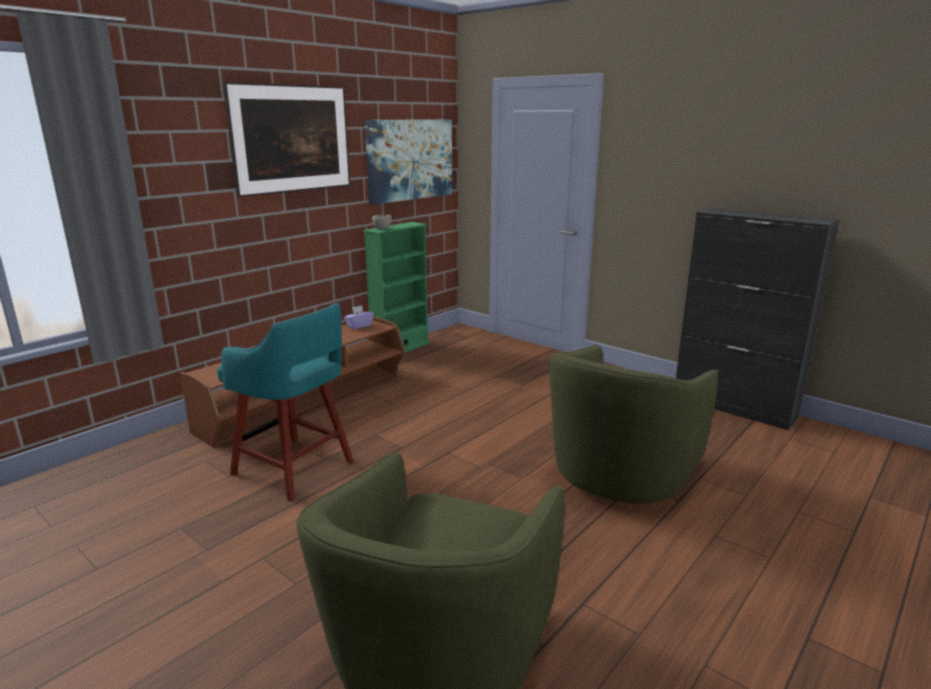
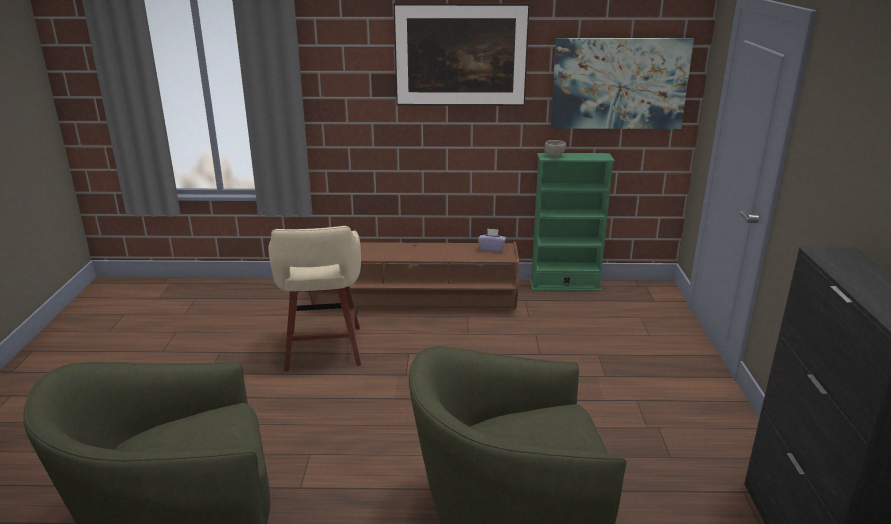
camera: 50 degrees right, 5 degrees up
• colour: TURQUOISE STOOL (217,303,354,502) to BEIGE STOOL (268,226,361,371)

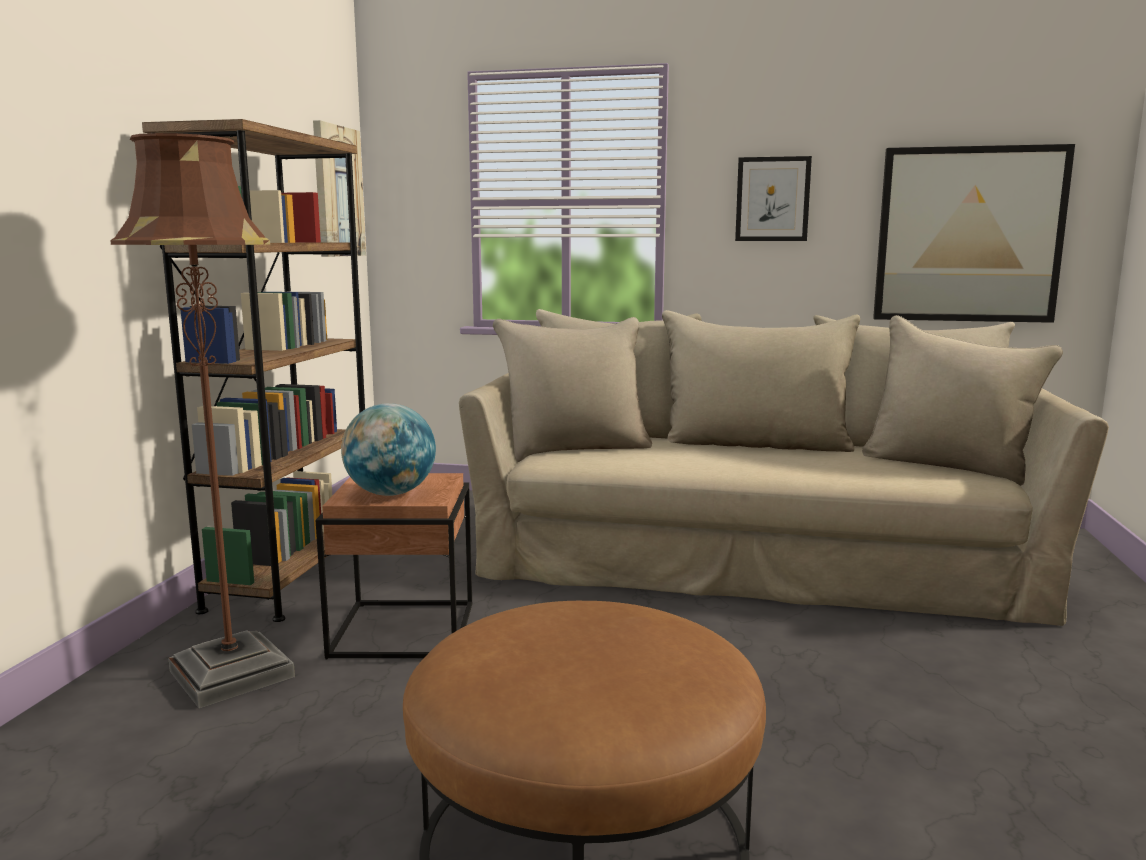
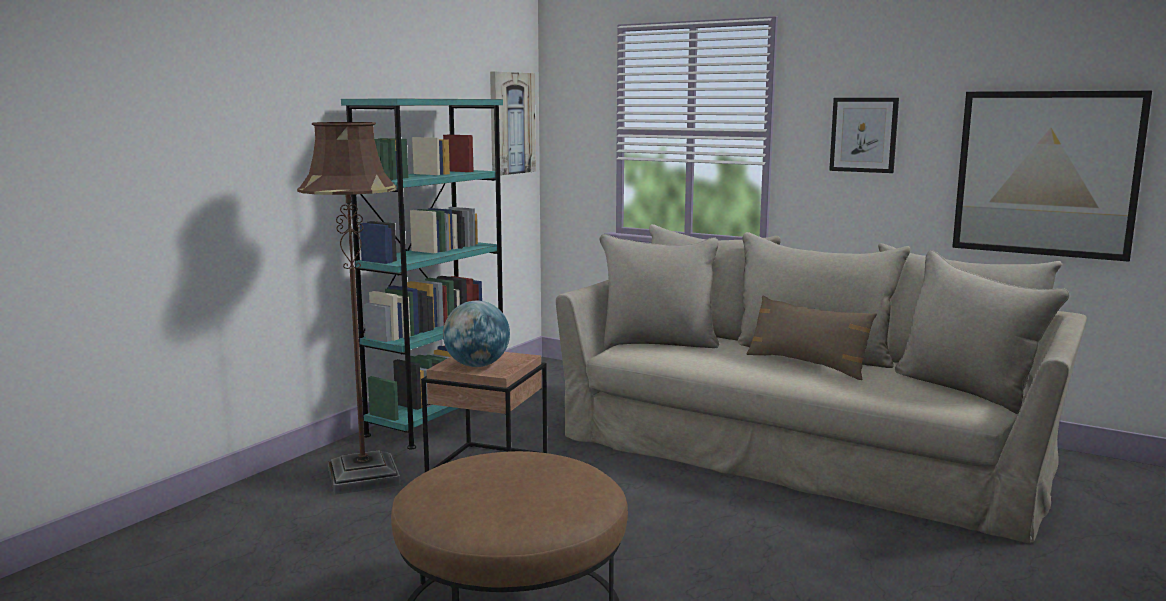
camera: 20 degrees right, 0 degrees up
• appeared: BROWN PILLOW (747,296,877,380)
• colour: BROWN BOOKCASE (142,119,365,622) to TURQUOISE BOOKCASE (341,99,503,449)

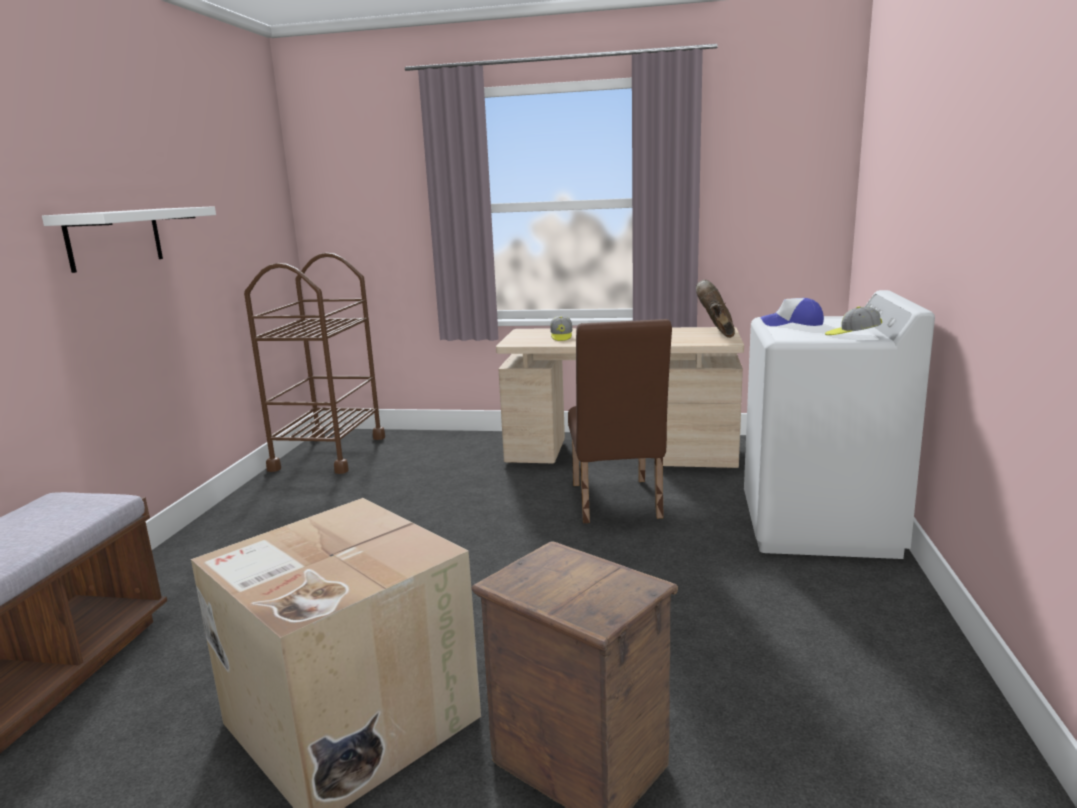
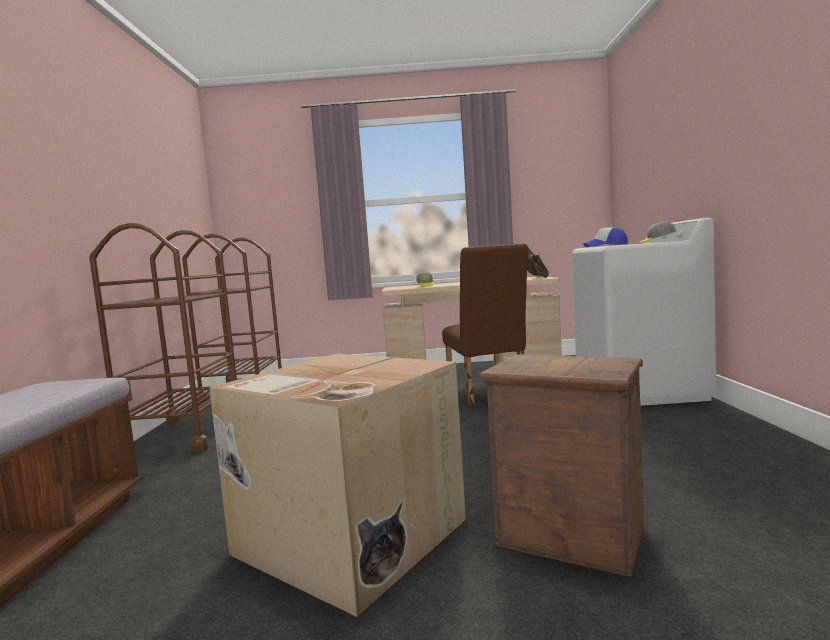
camera: 10 degrees left, 10 degrees down
• missing: WHITE SHELF (42,206,216,273)
• appeared: BROWN CART (89,223,237,452)

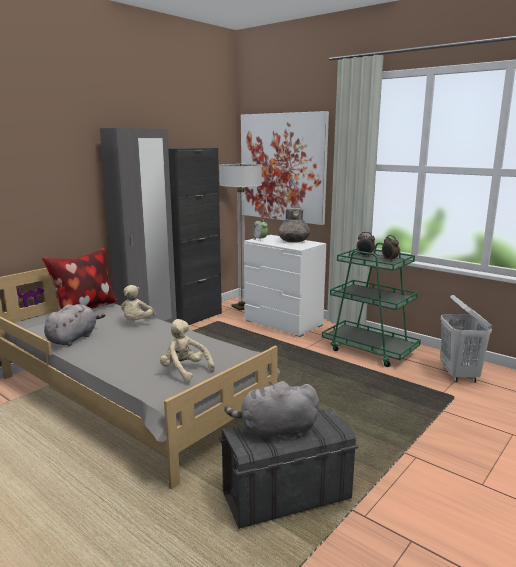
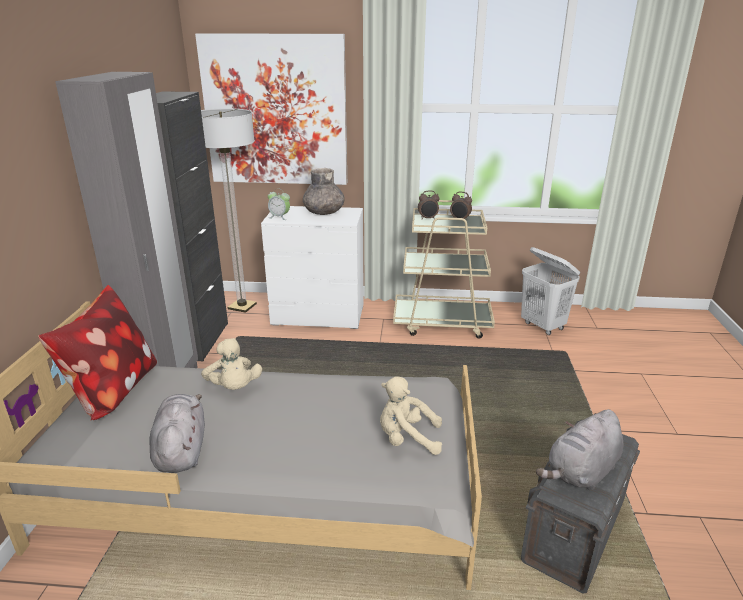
camera: 35 degrees left, 10 degrees up
• colour: GREEN CART (322,243,421,367) to BEIGE CART (393,200,495,339)

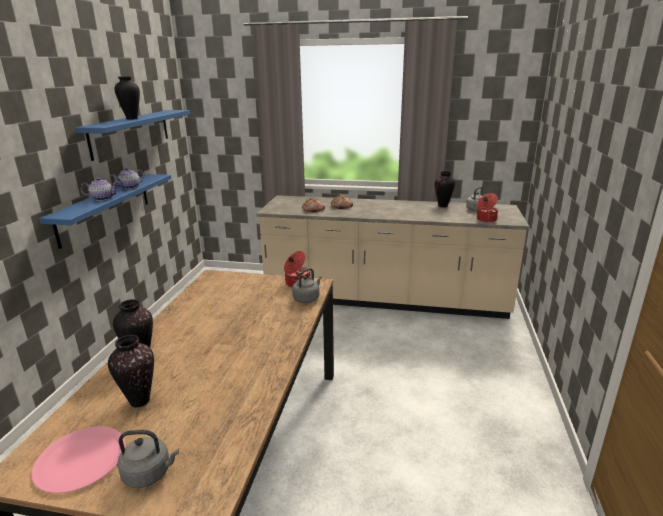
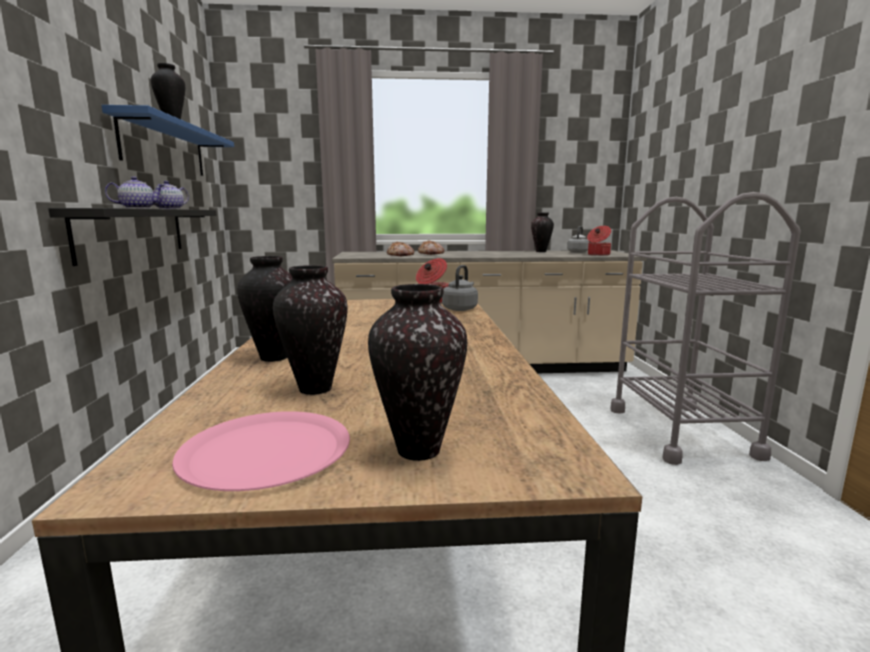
camera: 15 degrees left, 10 degrees down
• appeared: GREY CART (611,192,801,465)
• exchanged: GREY KETTLE (117,430,179,488) to VASE (368,284,467,461)
• colour: BLUE SHELF (39,174,172,249) to BLACK SHELF (48,208,217,266)

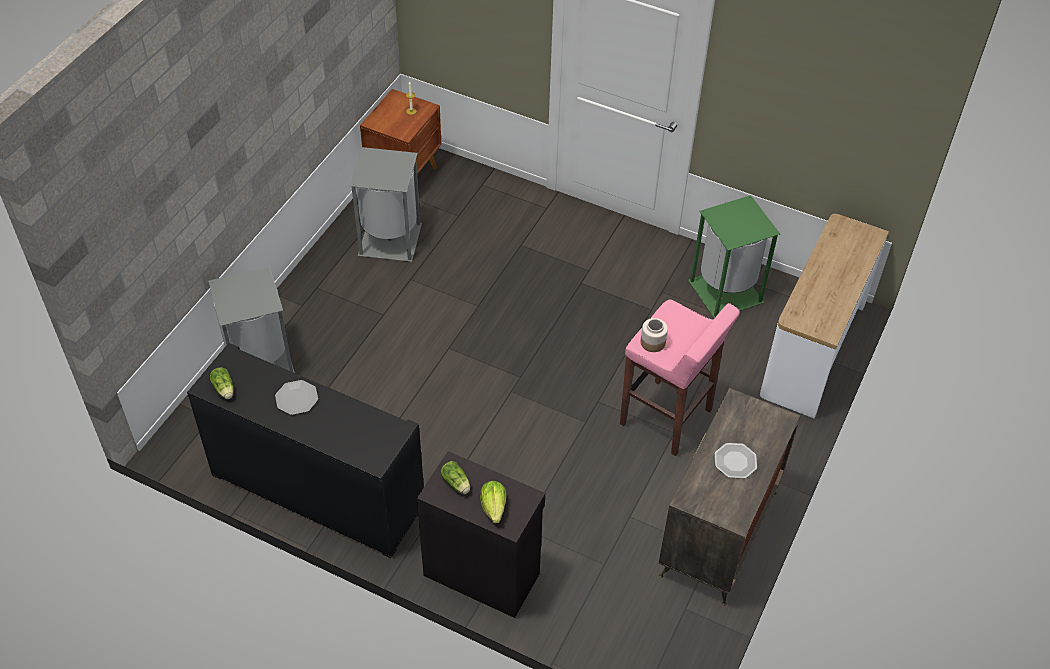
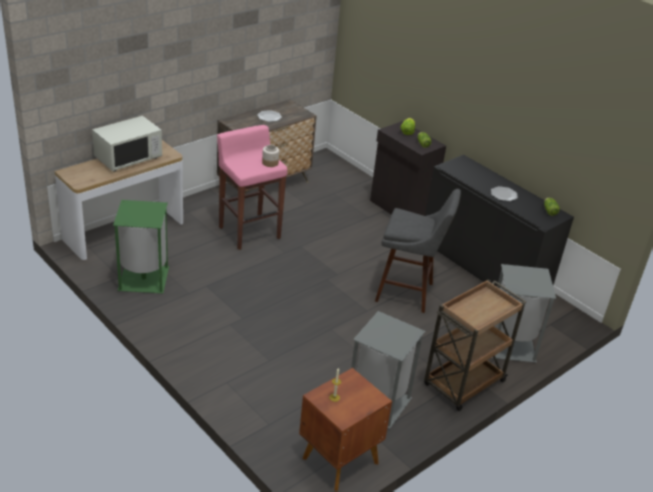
camera: 160 degrees left, 15 degrees down
• appeared: WHITE MICROWAVE (92,116,162,171)
• appeared: GREY STOOL (375,189,461,313)
• appeared: BROWN CART (424,279,526,411)

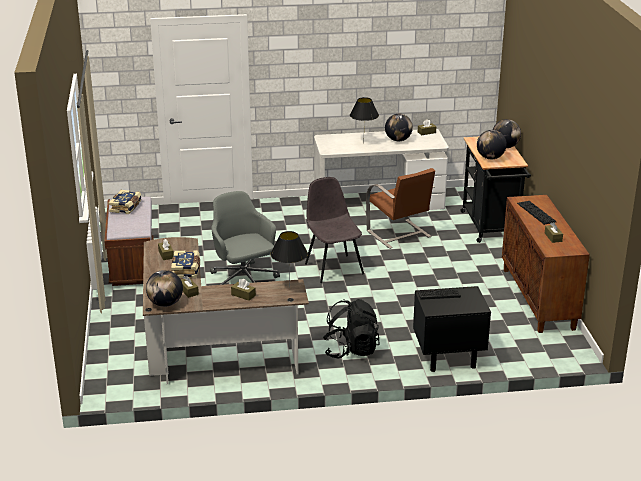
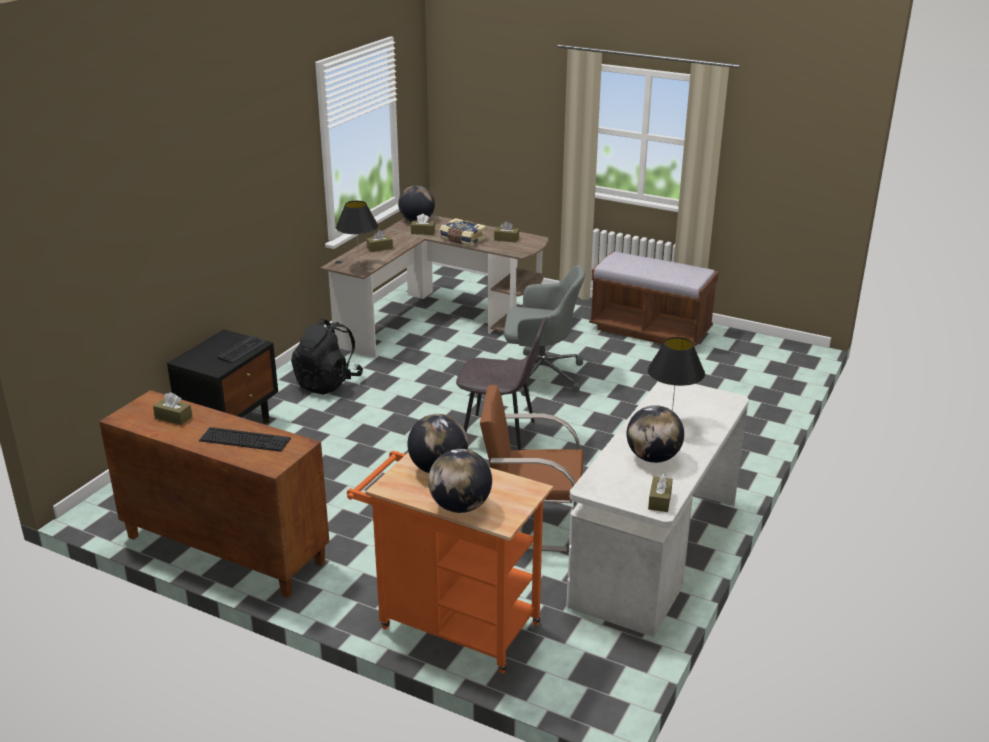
camera: 125 degrees right, 0 degrees up
• missing: BOOK (109,190,141,214)
• colour: BLACK CART (460,137,531,243) to ORANGE CART (347,451,553,674)

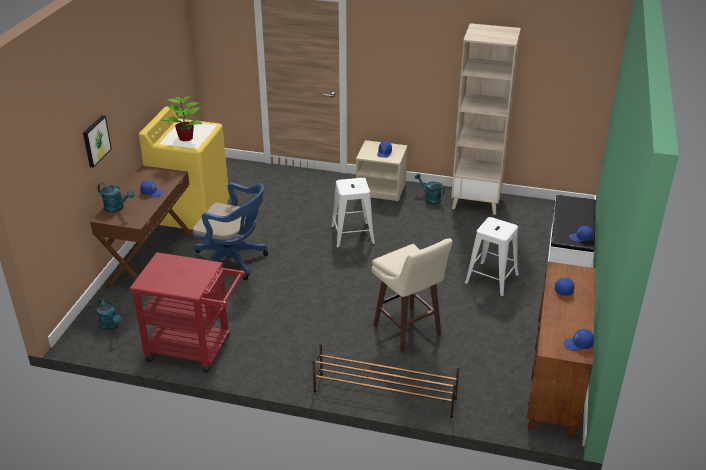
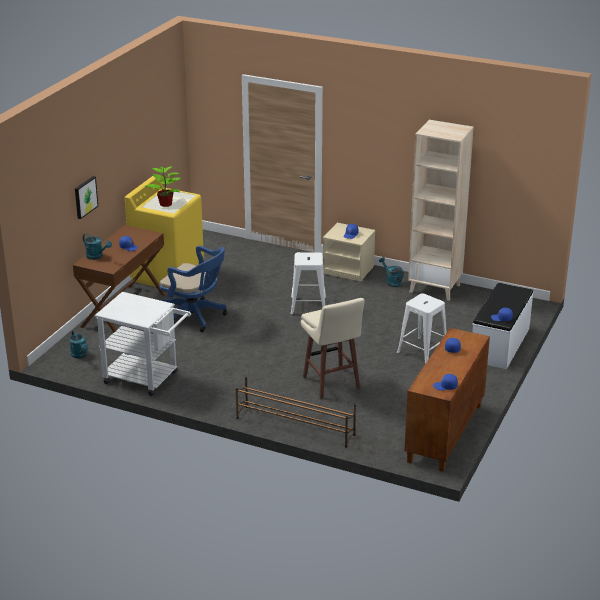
camera: 10 degrees right, 5 degrees down
• colour: RED CART (129,252,245,373) to WHITE CART (95,292,191,396)

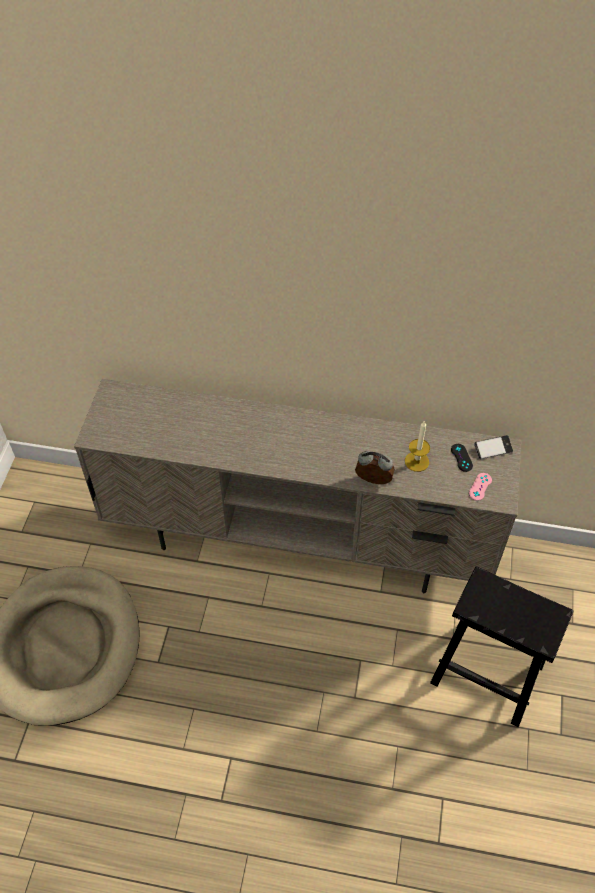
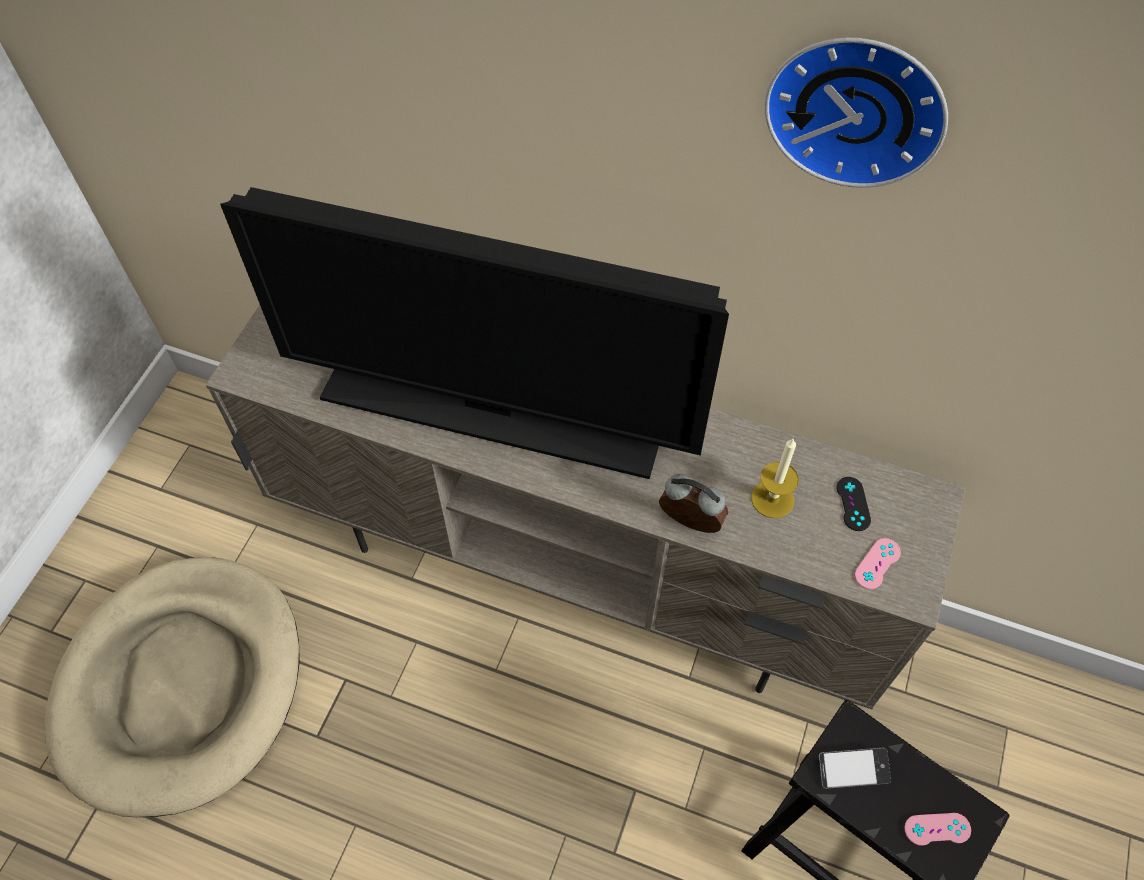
camera: 10 degrees right, 5 degrees up
• appeared: TELEVISION (220,187,729,479)
• appeared: WALL CLOCK (765,38,948,188)
• appeared: PINK GAME CONTROLLER (904,813,971,846)
• relocated: PHONE (474,435,513,459) to (819,748,891,789)

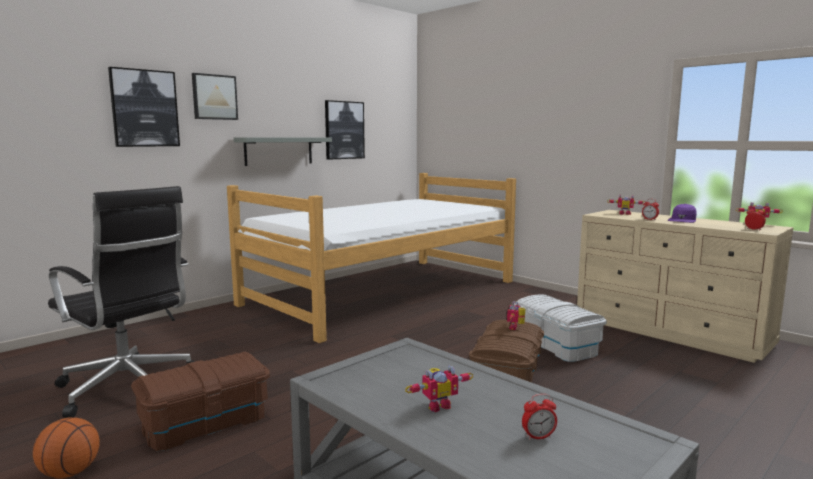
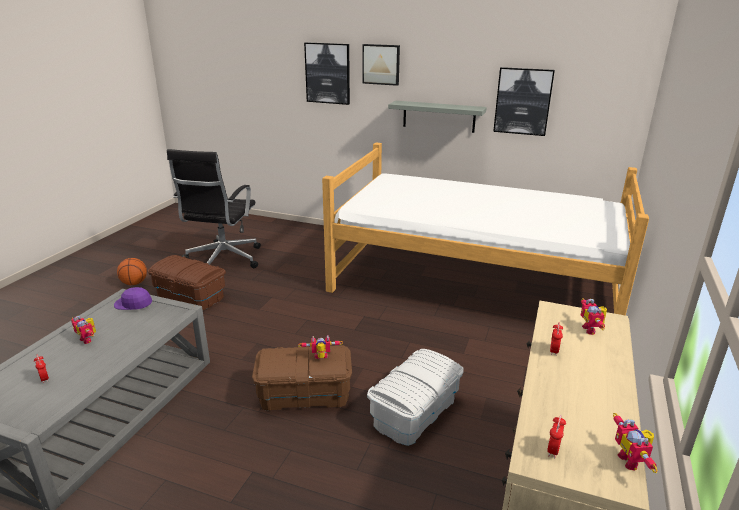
camera: 65 degrees right, 15 degrees up
• relocated: PURPLE CAP (668,203,697,223) to (114,287,152,310)

